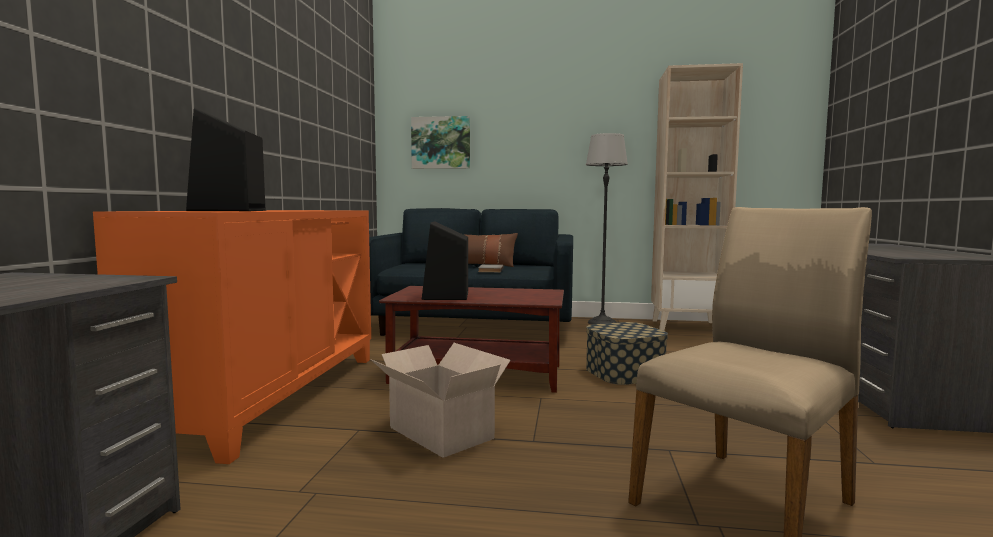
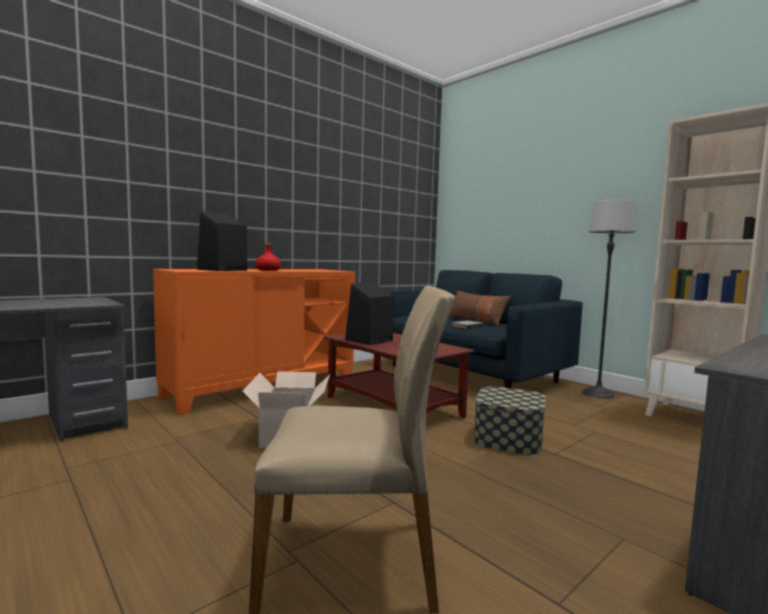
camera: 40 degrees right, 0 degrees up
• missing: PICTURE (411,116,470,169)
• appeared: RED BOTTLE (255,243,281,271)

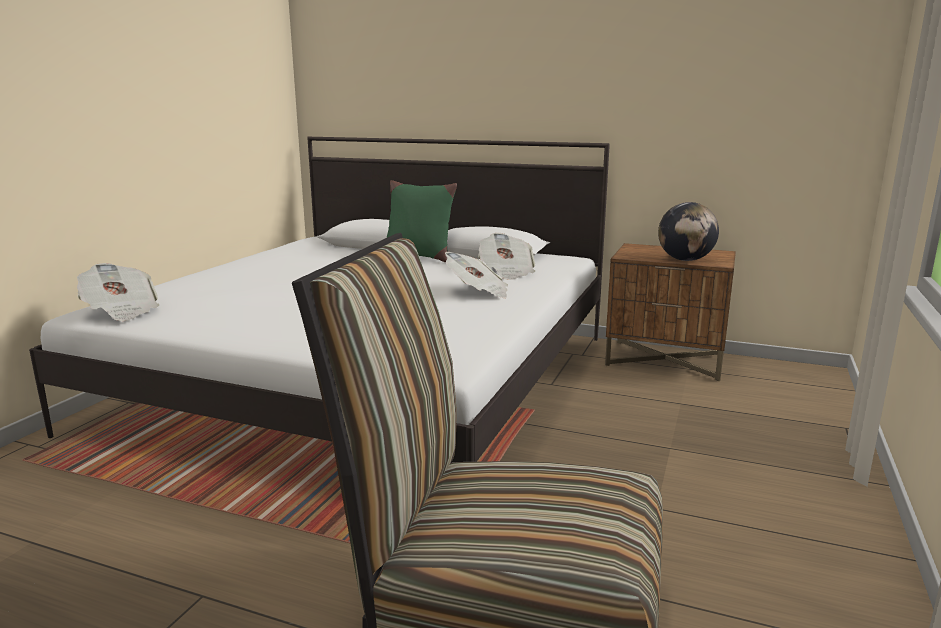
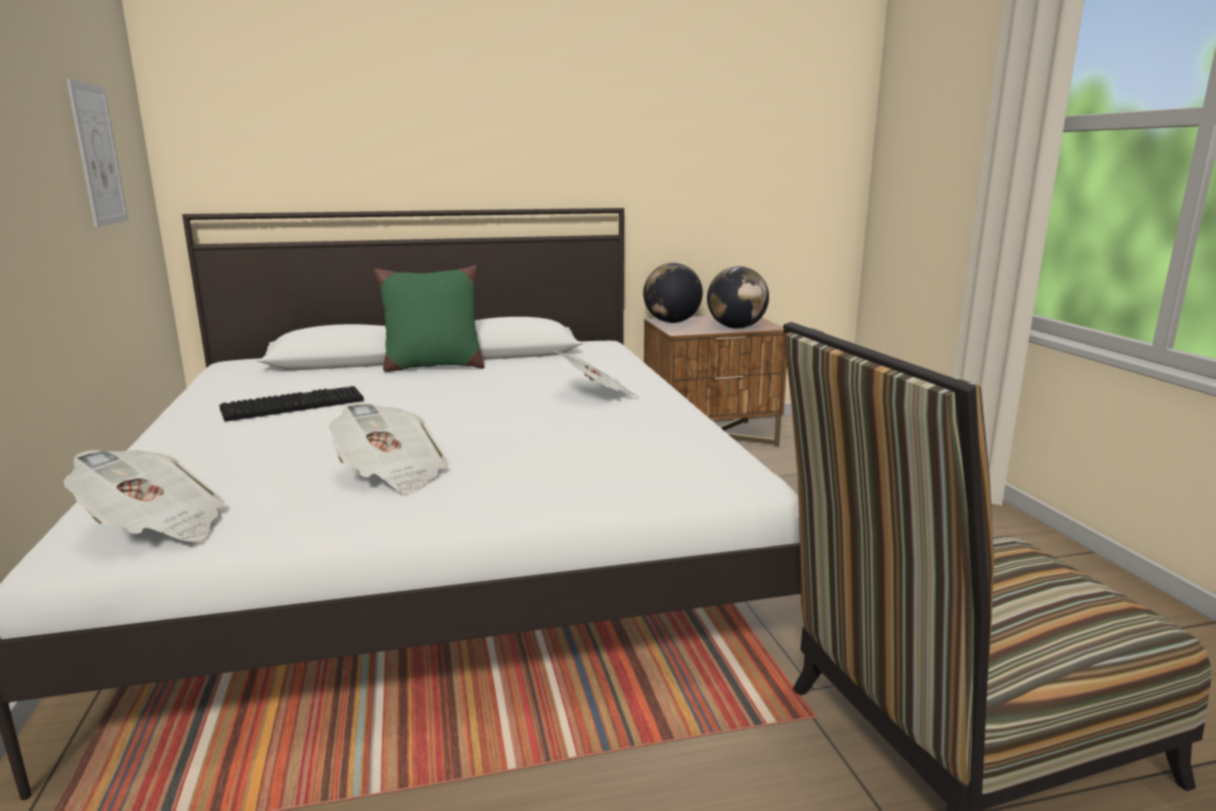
camera: 35 degrees left, 0 degrees up
• appeared: PICTURE (66,79,129,227)
• appeared: KEYBOARD (219,386,364,422)
• appeared: GLOBE (643,263,703,323)
• relocated: NEWSPAPER (478,233,535,280) to (328,402,448,494)

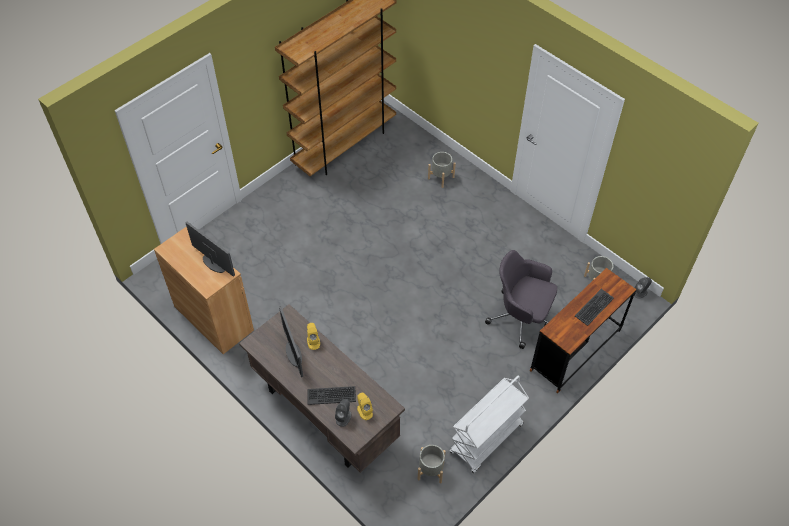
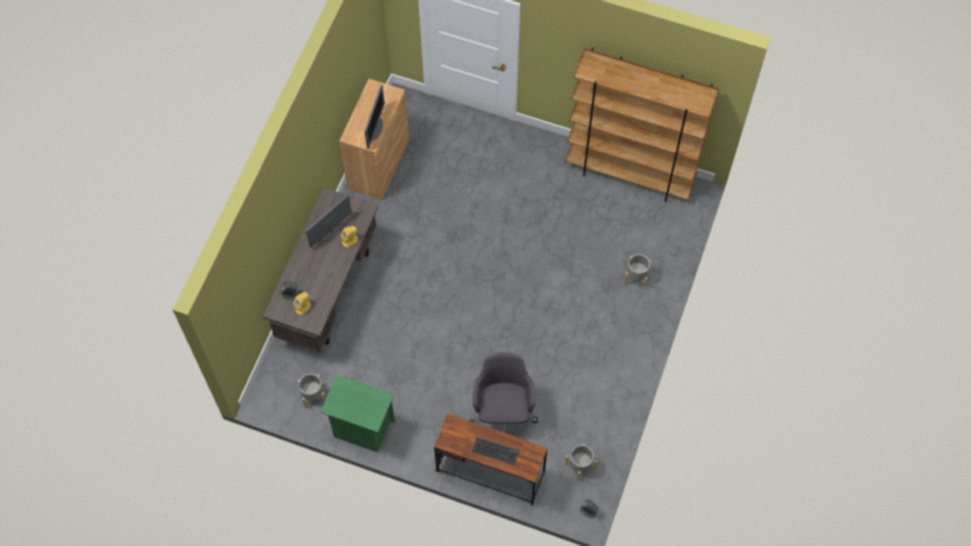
camera: 65 degrees right, 10 degrees up
• missing: KEYBOARD (307,386,356,405)
• exchanged: WHITE CART (450,375,529,473) to GREEN NIGHTSTAND (320,375,395,453)

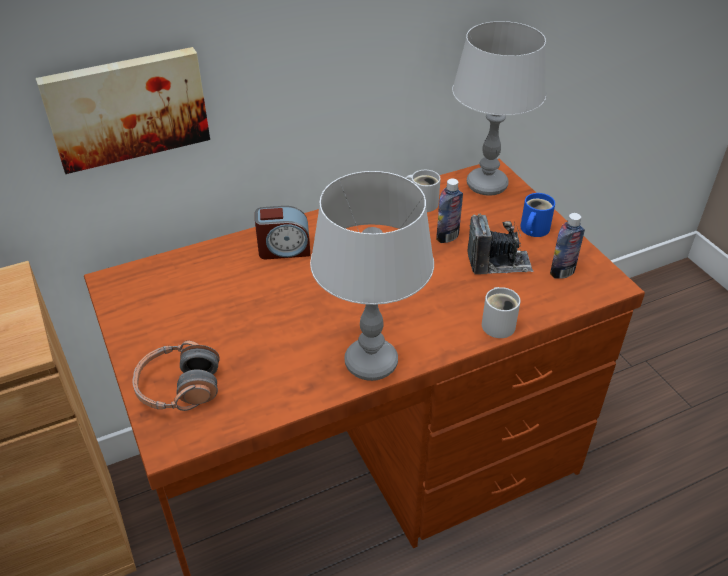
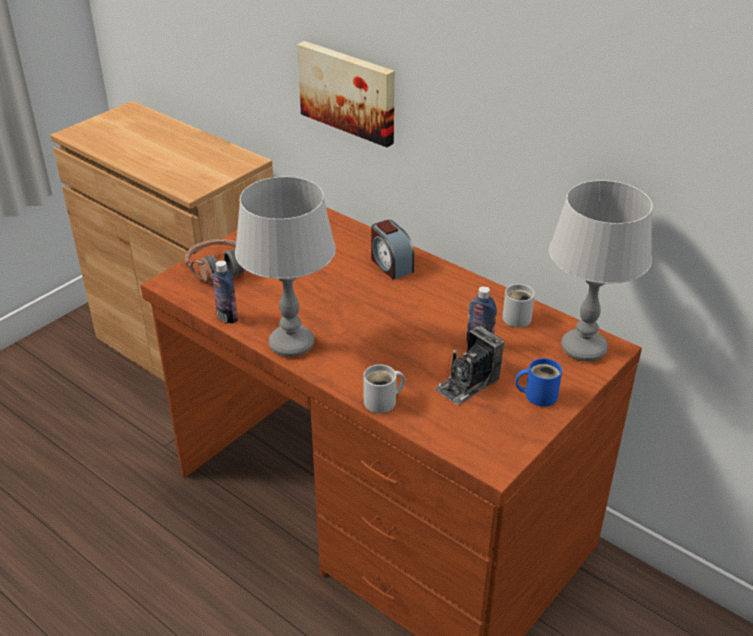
camera: 65 degrees right, 5 degrees down
• relocated: BOTTLE (550,213,585,279) to (212,261,238,324)
• spun: PHOTO CAMERA (467,214,533,275) = (434,326,504,405) 75 degrees clockwise

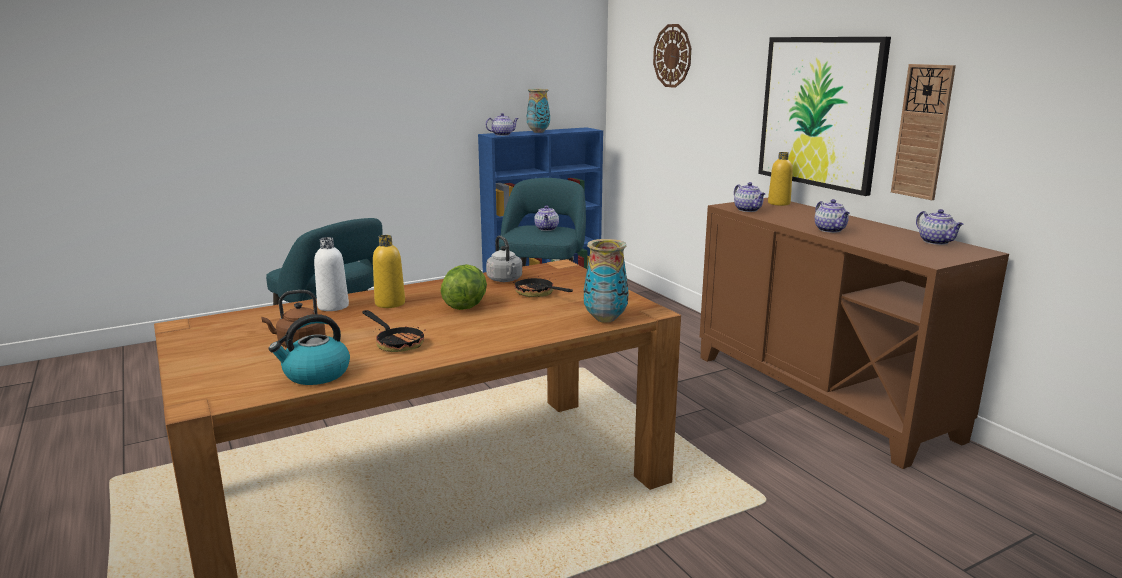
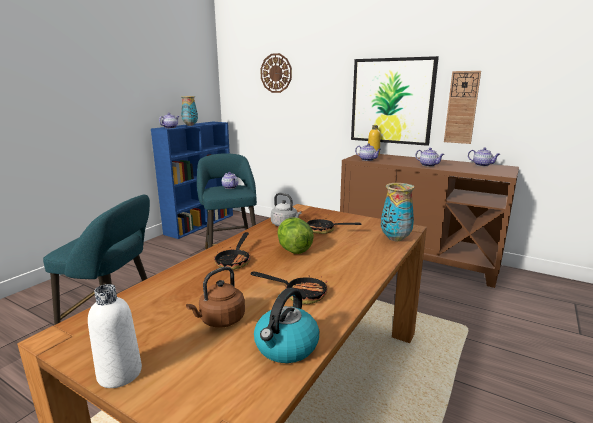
camera: 30 degrees left, 0 degrees up
• relocated: WHITE BOTTLE (314,237,349,311) to (88,284,142,388)
• exchanged: YELLOW BOTTLE (373,235,405,308) to FRYING PAN (214,232,250,270)

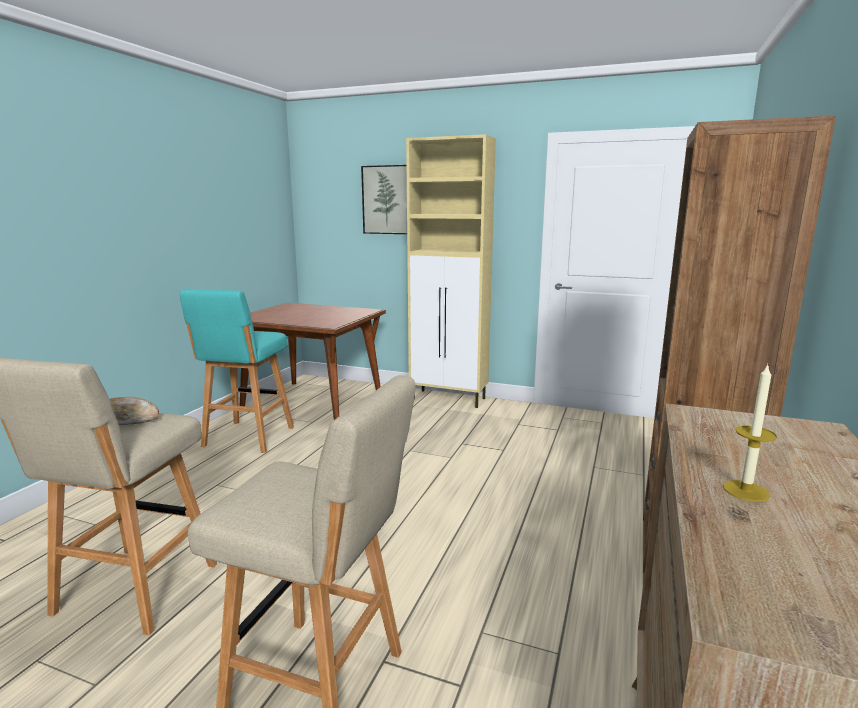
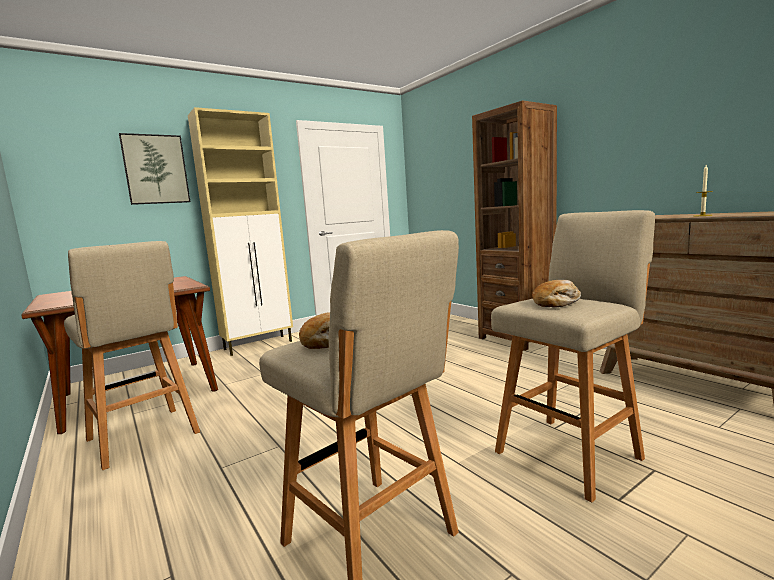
camera: 55 degrees left, 5 degrees down
• appeared: BREAD (532,280,581,307)
• colour: TURQUOISE STOOL (179,289,294,453) to BEIGE STOOL (64,241,200,470)

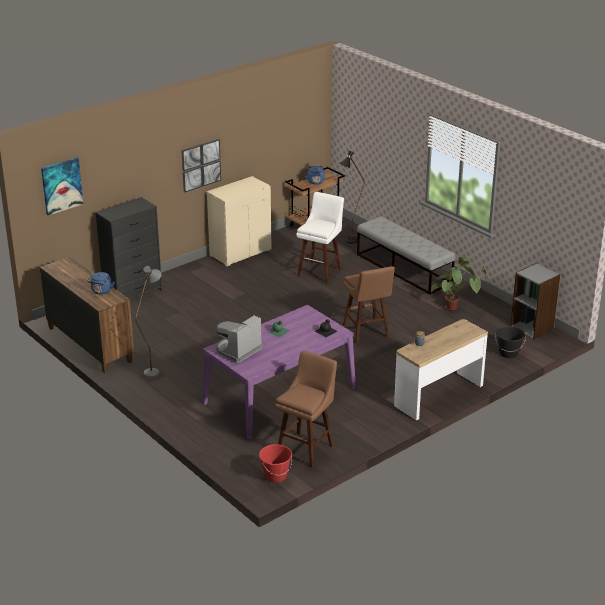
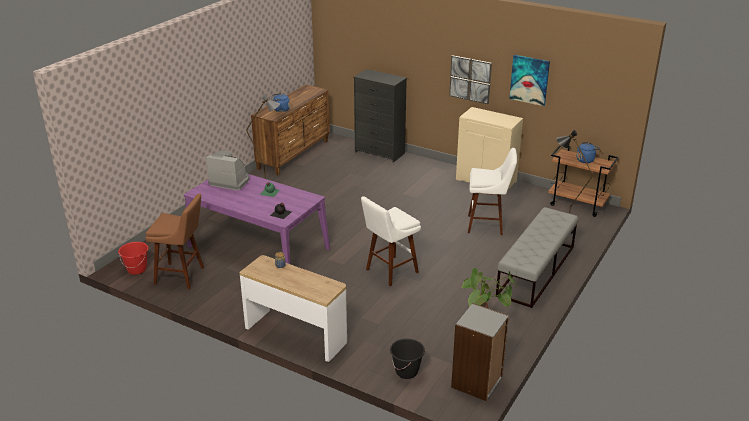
camera: 70 degrees right, 0 degrees up
• relocated: PICTURE (41,158,83,215) to (509,55,550,106)
• colour: BROWN STOOL (343,266,395,344) to WHITE STOOL (361,196,421,286)

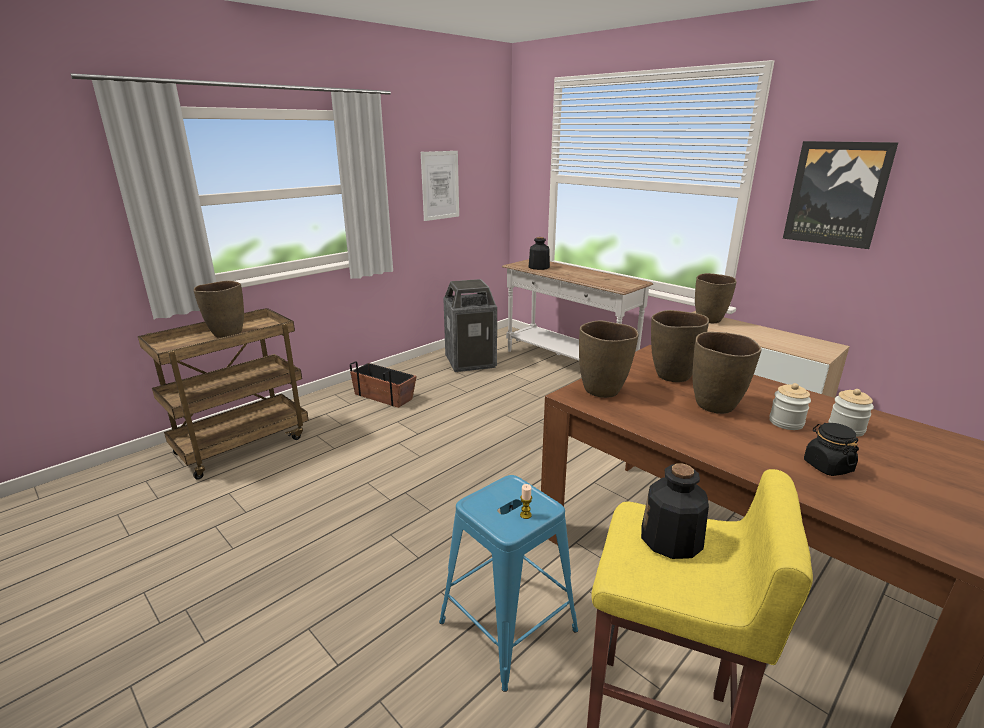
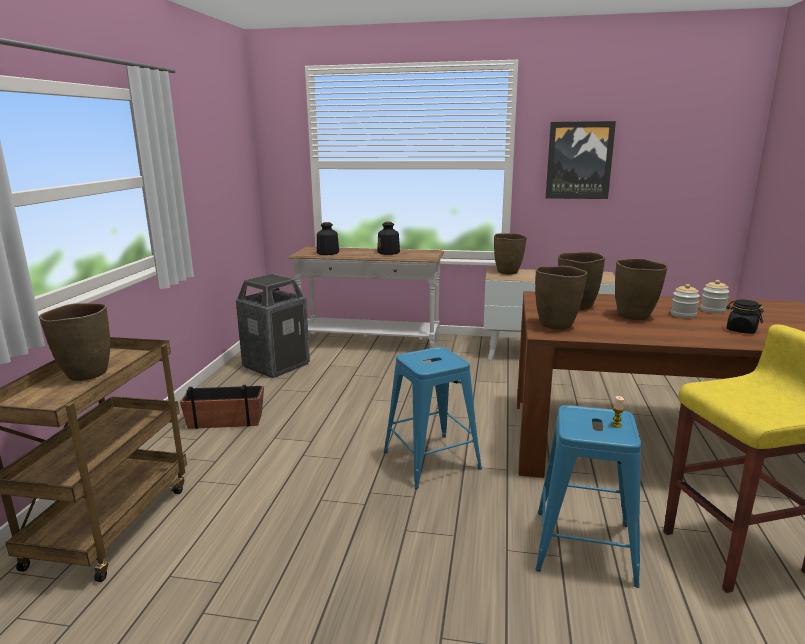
camera: 35 degrees left, 5 degrees down
• missing: PICTURE (421,151,459,221)
• appeared: BLUE STOOL (384,347,482,489)
• relocated: BOTTLE (641,463,709,559) to (377,222,400,255)

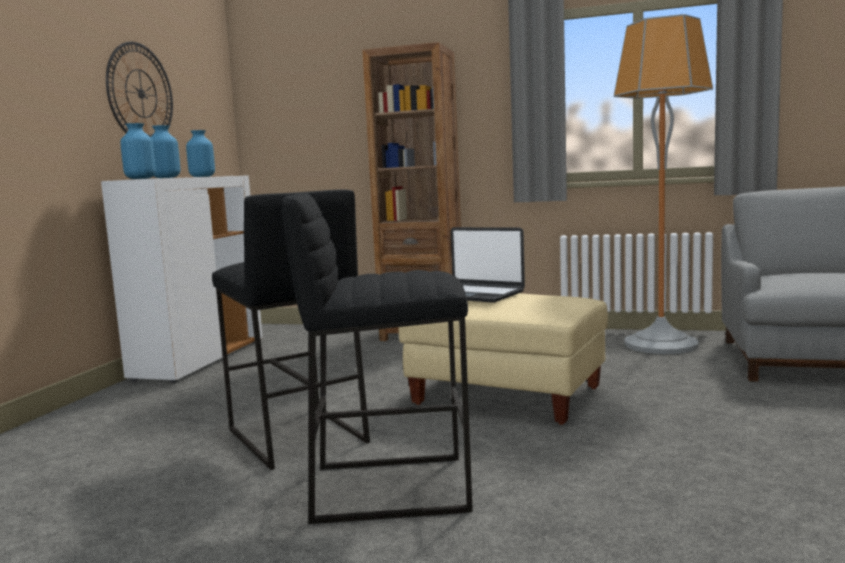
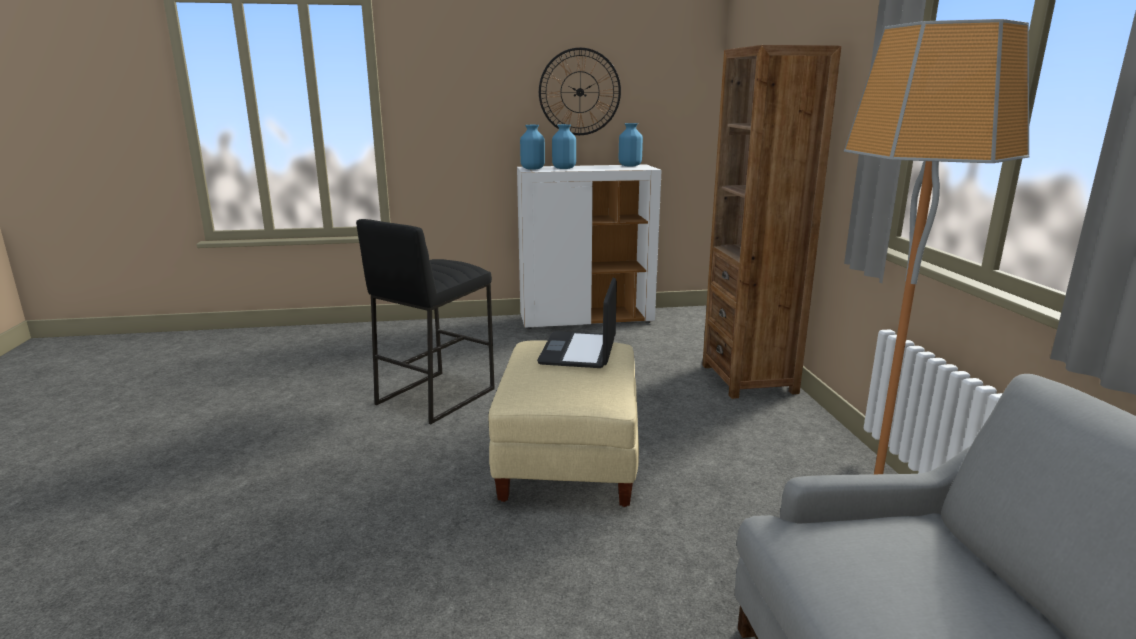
camera: 65 degrees right, 10 degrees up
• missing: BLACK STOOL (282,193,473,524)

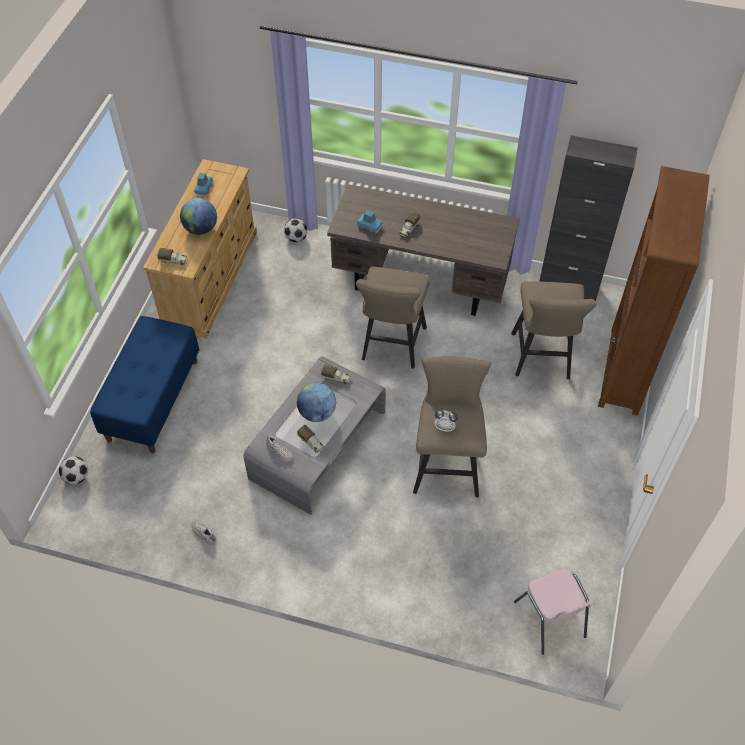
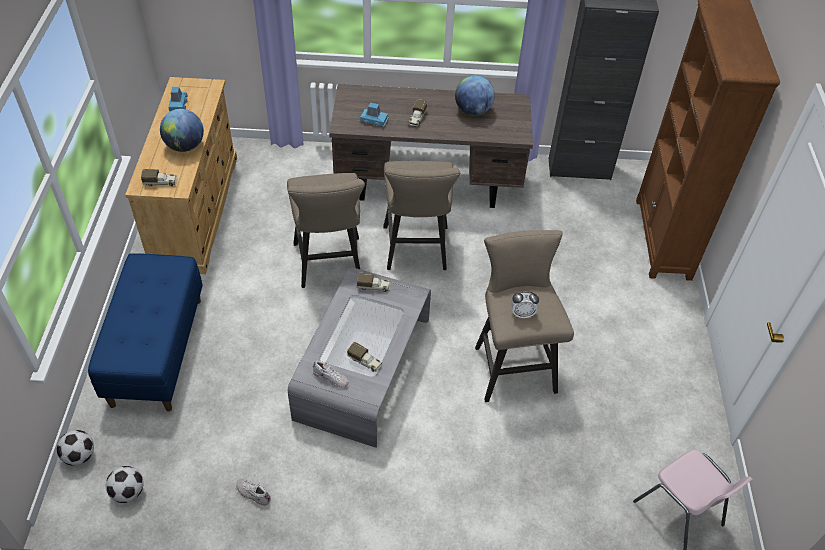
camera: 15 degrees left, 5 degrees down
• relocated: FOOTBALL (284,219,308,242) to (106,466,144,503)
• relocated: GLOBE (297,383,336,422) to (455,75,495,116)
• relocated: BEIGE STOOL (511,281,597,379) to (287,173,365,288)

